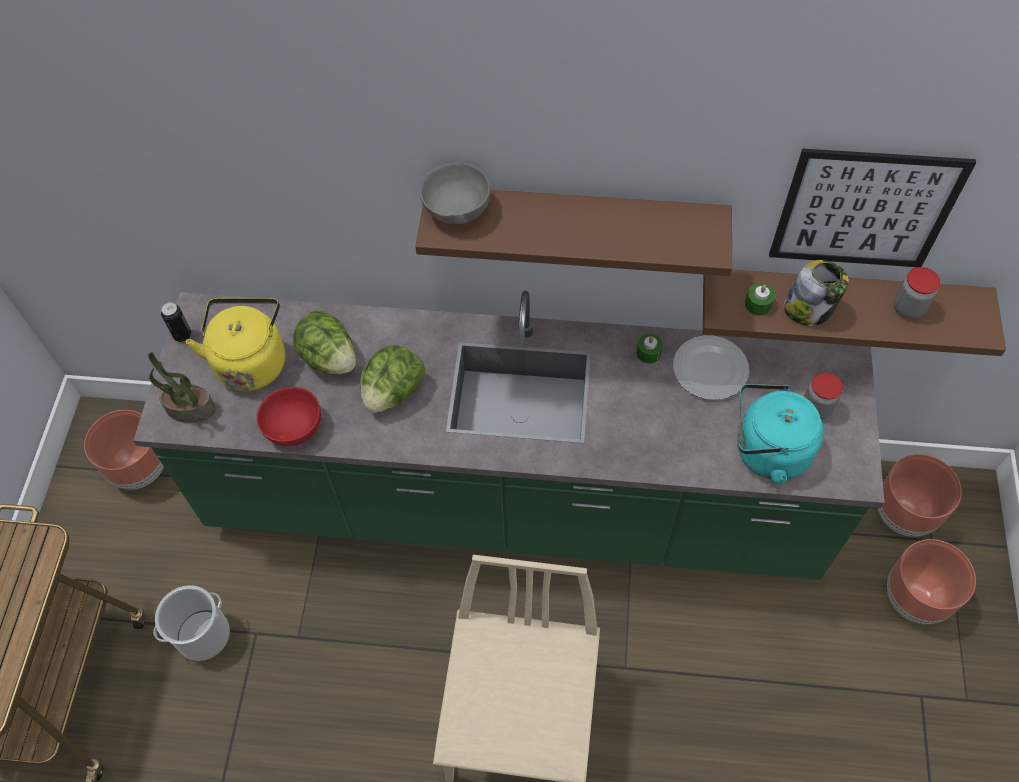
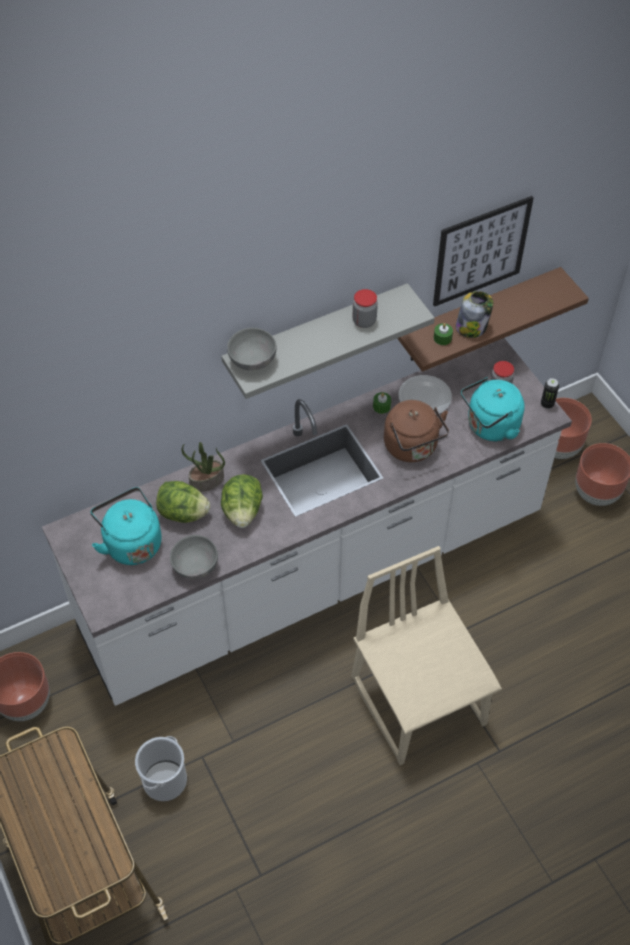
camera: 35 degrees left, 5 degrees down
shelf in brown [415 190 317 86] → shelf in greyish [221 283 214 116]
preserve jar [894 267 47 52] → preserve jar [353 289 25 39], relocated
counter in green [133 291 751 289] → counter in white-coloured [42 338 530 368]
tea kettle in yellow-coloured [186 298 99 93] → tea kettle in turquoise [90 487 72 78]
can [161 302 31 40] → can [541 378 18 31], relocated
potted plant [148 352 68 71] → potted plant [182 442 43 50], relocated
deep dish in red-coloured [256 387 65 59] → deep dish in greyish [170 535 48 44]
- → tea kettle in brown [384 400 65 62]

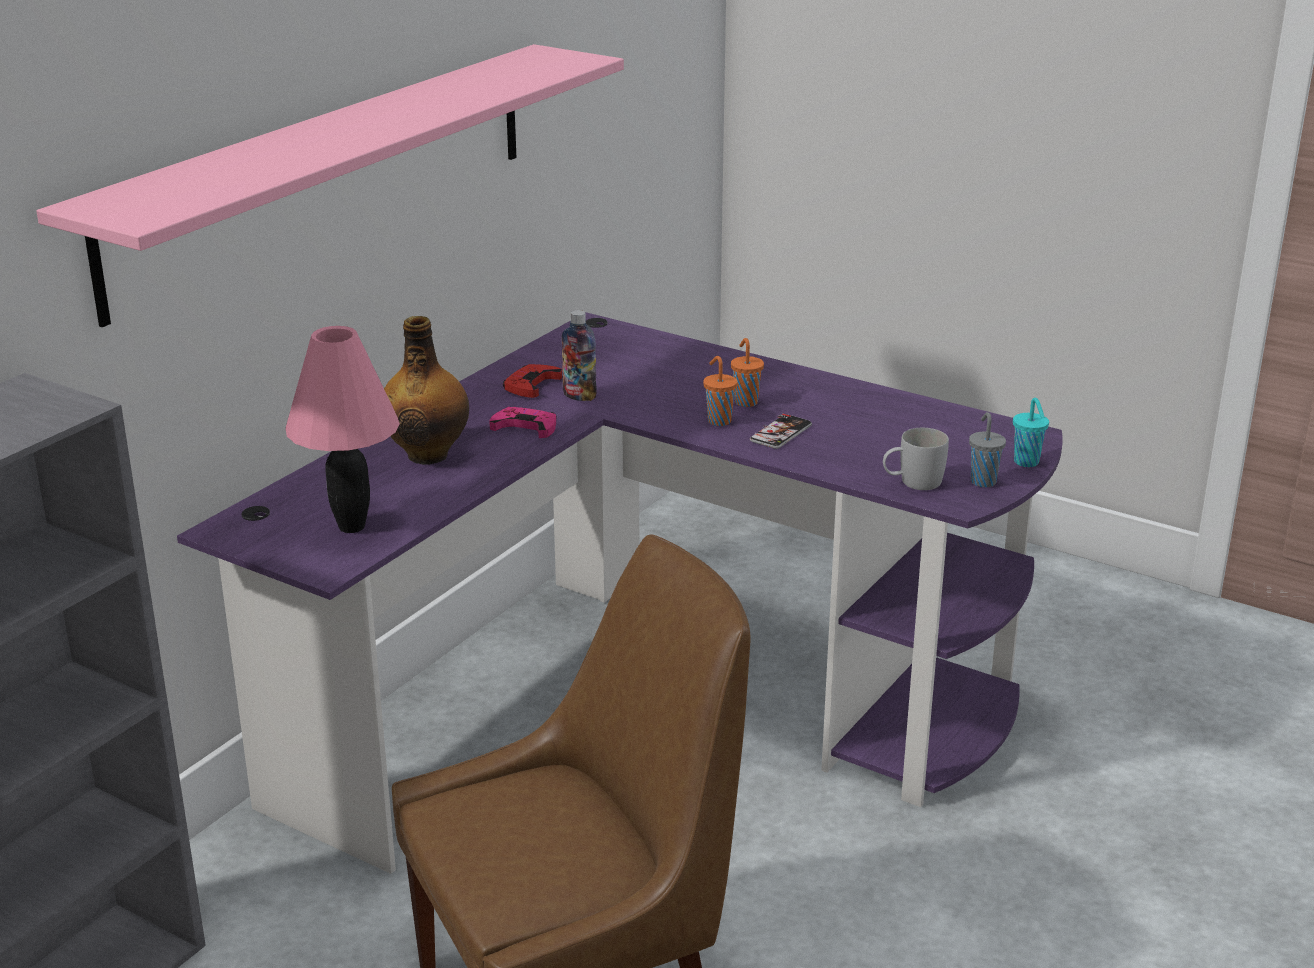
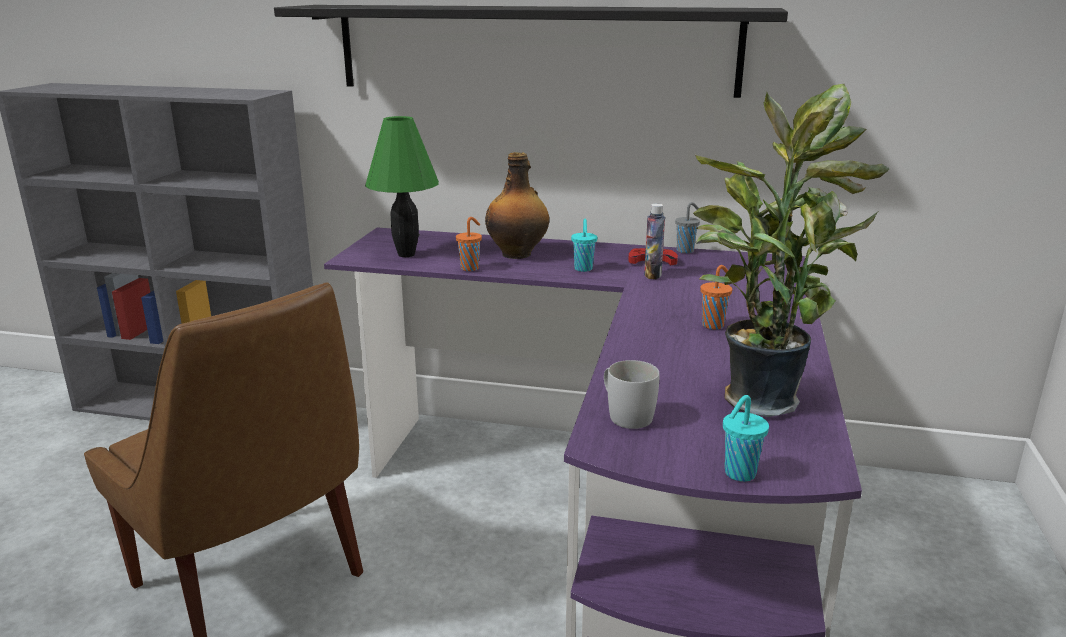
camera: 70 degrees right, 5 degrees down
shelf in pink-coloured [37 44 587 283] → shelf in blackish [274 5 514 93]
lamp for a table in pink-coloured [285 326 115 207] → lamp for a table in green [365 116 74 141]
cup in orange-coloured [703 356 34 70] → cup in orange-coloured [456 217 26 54], relocated
joypad in pink-coloured [489 407 68 31] → cup in turquoise [571 219 26 53]
cup in greyish [969 412 37 75] → cup in greyish [675 202 25 51], relocated
telephone [750 414 62 35] → -
- → potted plant [693 84 197 333]

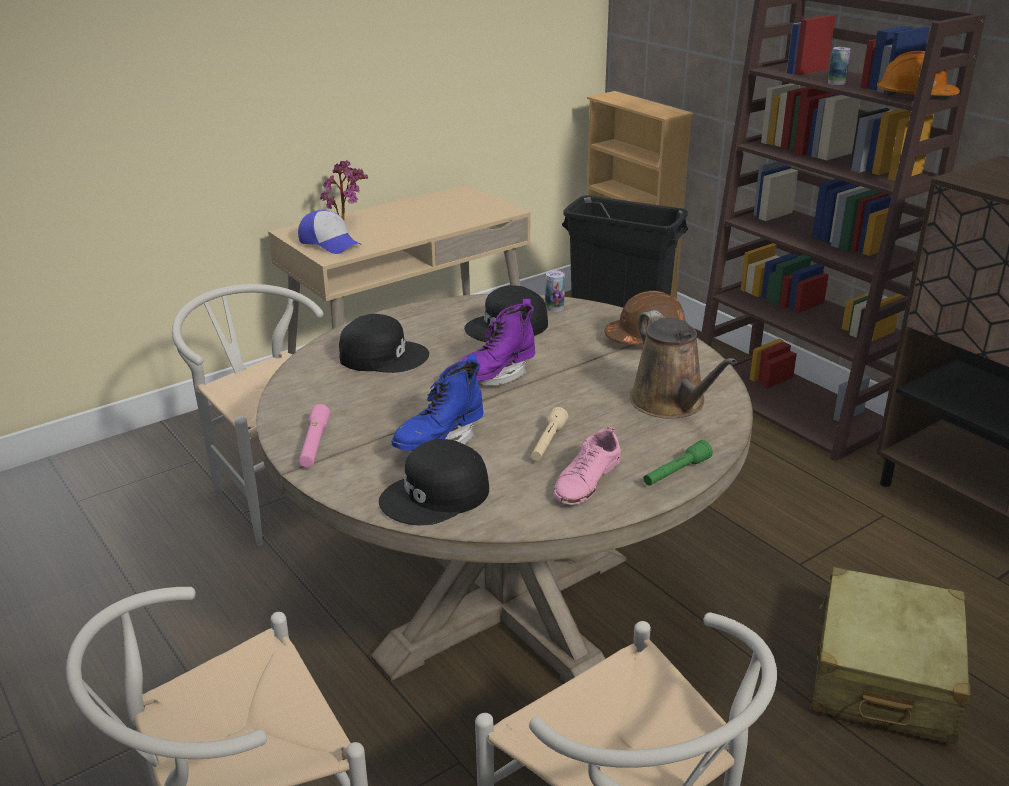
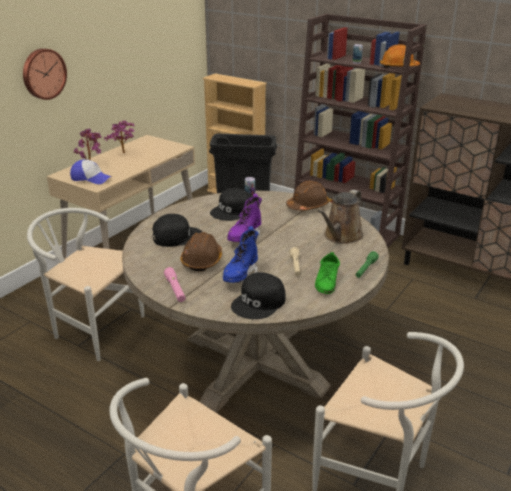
camera: 20 degrees left, 0 degrees up
sprinkling can in brown [630 310 107 109] → sprinkling can in brown [318 190 45 54], 75 degrees clockwise
item of footwear in pink-coloured [553 426 68 79] → item of footwear in green [315 252 25 42]
piece of luggage in beige-coloured [811 567 160 178] → -
- → hanging clock [23 48 44 52]
- → potted plant [104 120 30 33]
- → work helmet in brown [180 232 42 39]

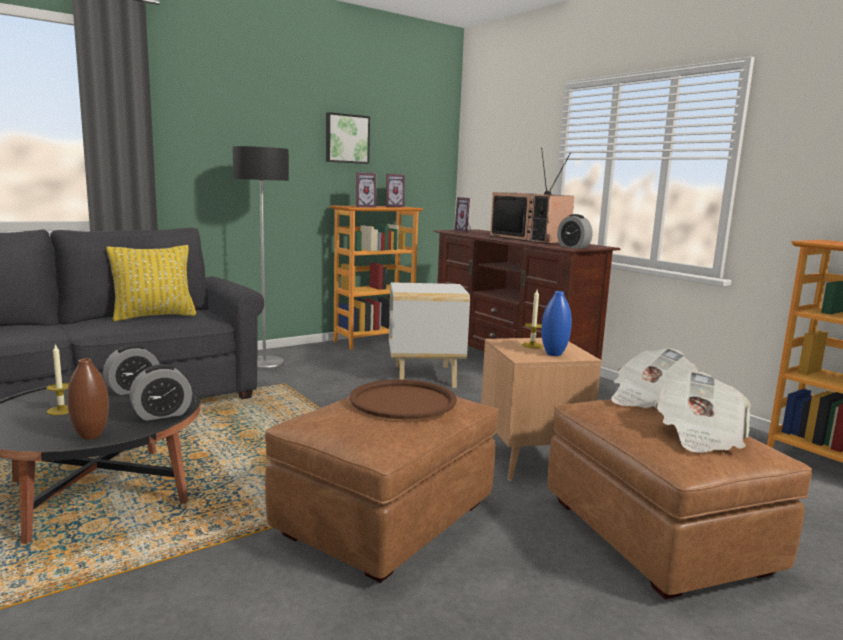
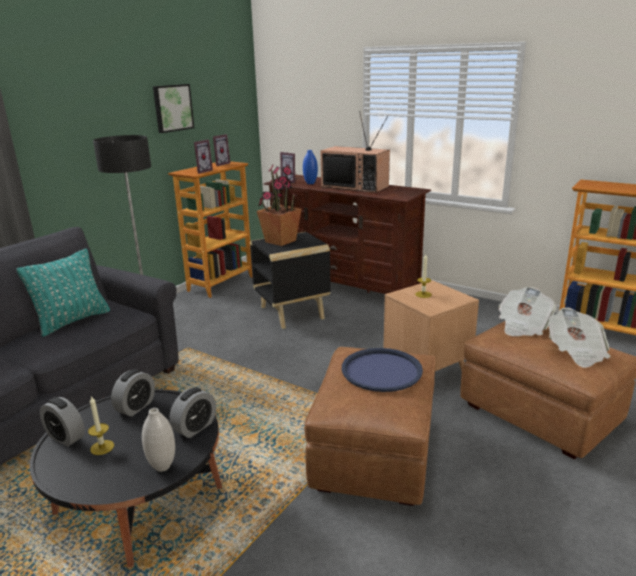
camera: 20 degrees left, 10 degrees up
alarm clock [557 214 36 35] → alarm clock [40 397 45 50], relocated
pillow in yellow-coloured [106 245 90 76] → pillow in turquoise [17 248 93 89]
side table in white-coloured [389 282 81 106] → side table in blackish [250 232 81 97]
vase in blue [541 291 31 65] → vase in blue [303 150 15 34], relocated
vase in brown [67 358 42 82] → vase in white-coloured [142 408 33 64]
tray in brown [350 379 107 40] → tray in blue [342 348 81 44]
- → potted plant [257 164 45 82]

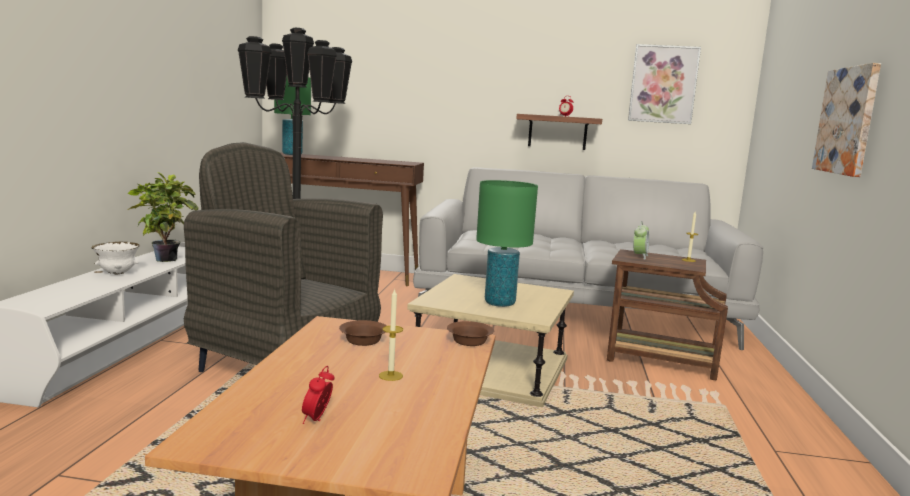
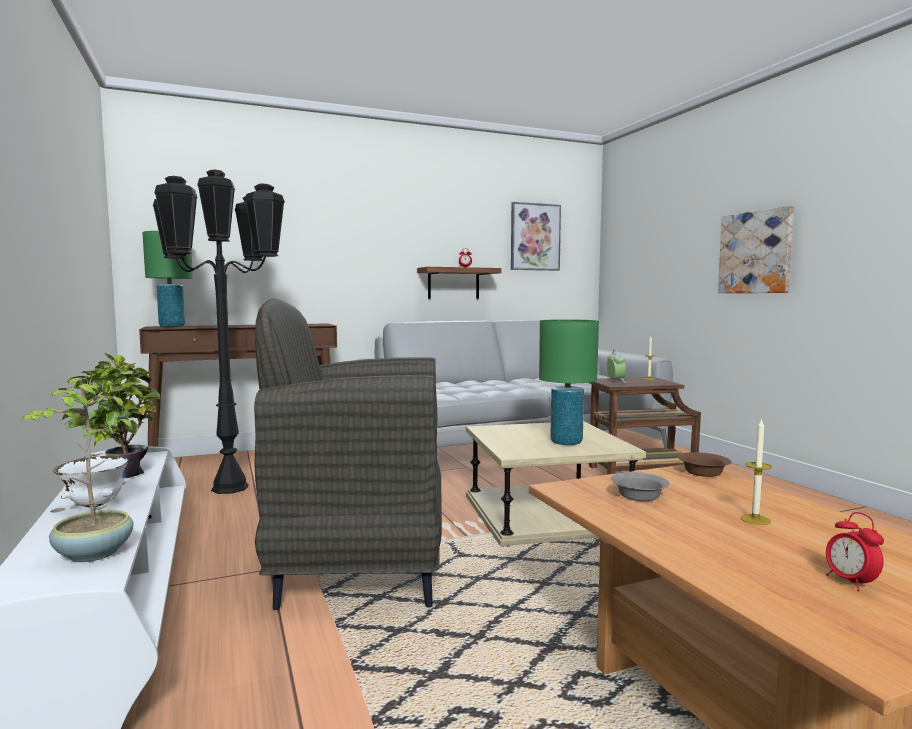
camera: 30 degrees left, 5 degrees down
deep dish in brown [339 320 48 26] → deep dish in greyish [611 472 59 29]
- → potted plant [20 376 114 186]

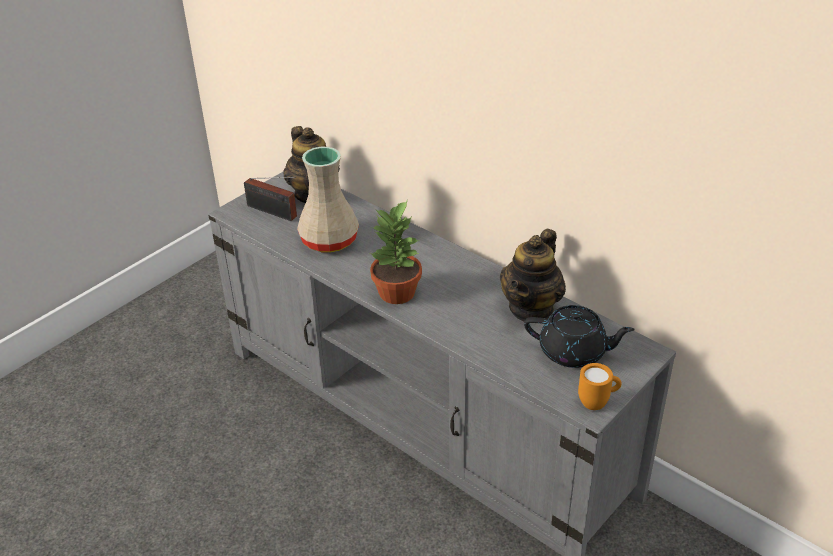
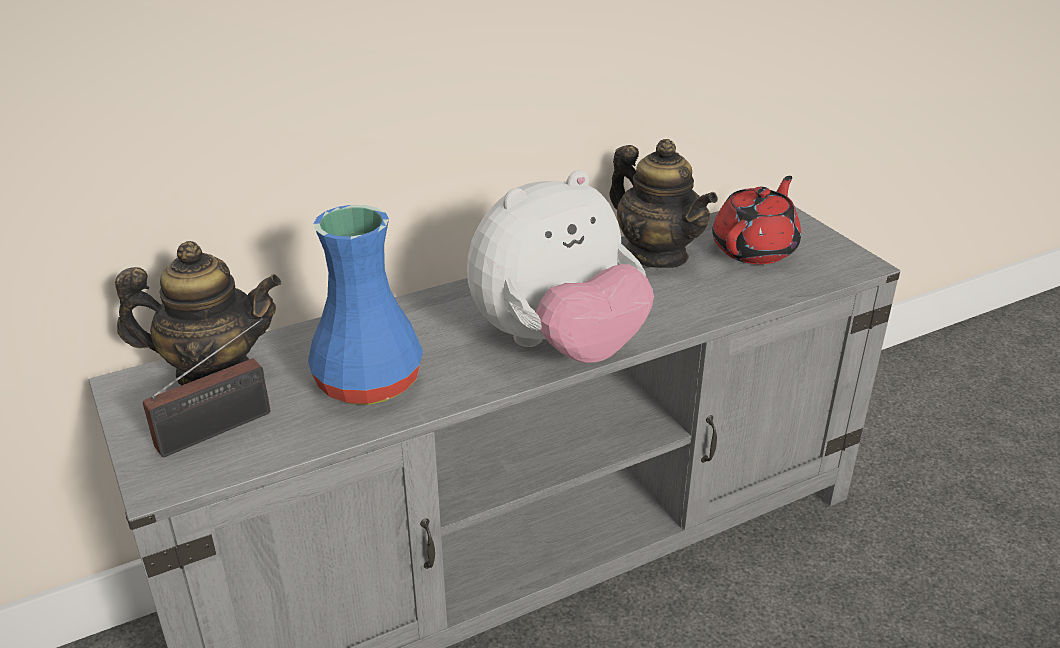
camera: 70 degrees left, 5 degrees down
vase in beige-coloured [297 147 62 106] → vase in blue [308 205 115 200]
potted plant [370 200 52 104] → soft toy [467 170 187 193]
teapot in blackish [524 305 111 63] → teapot in red-coloured [712 176 89 88]
coffee mug in orange-coloured [578 363 44 47] → -

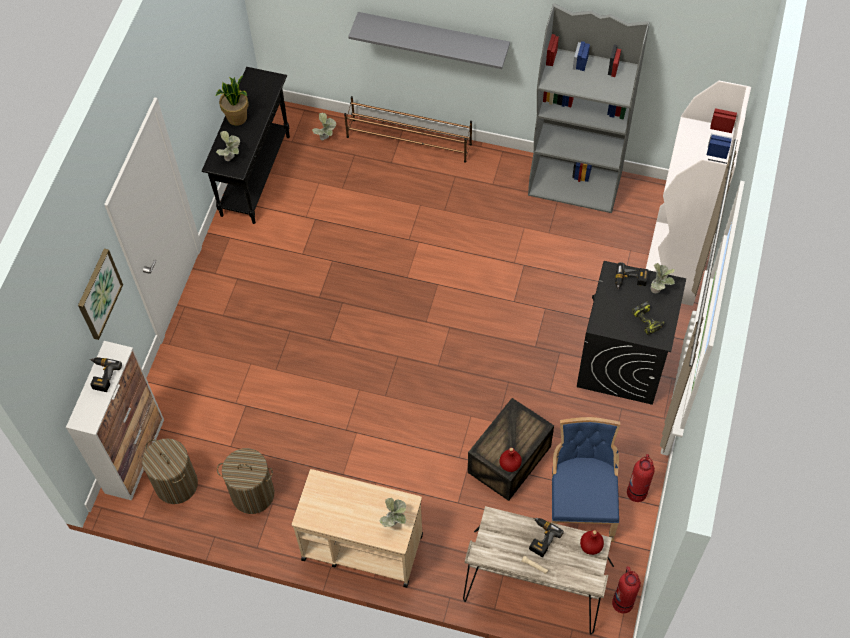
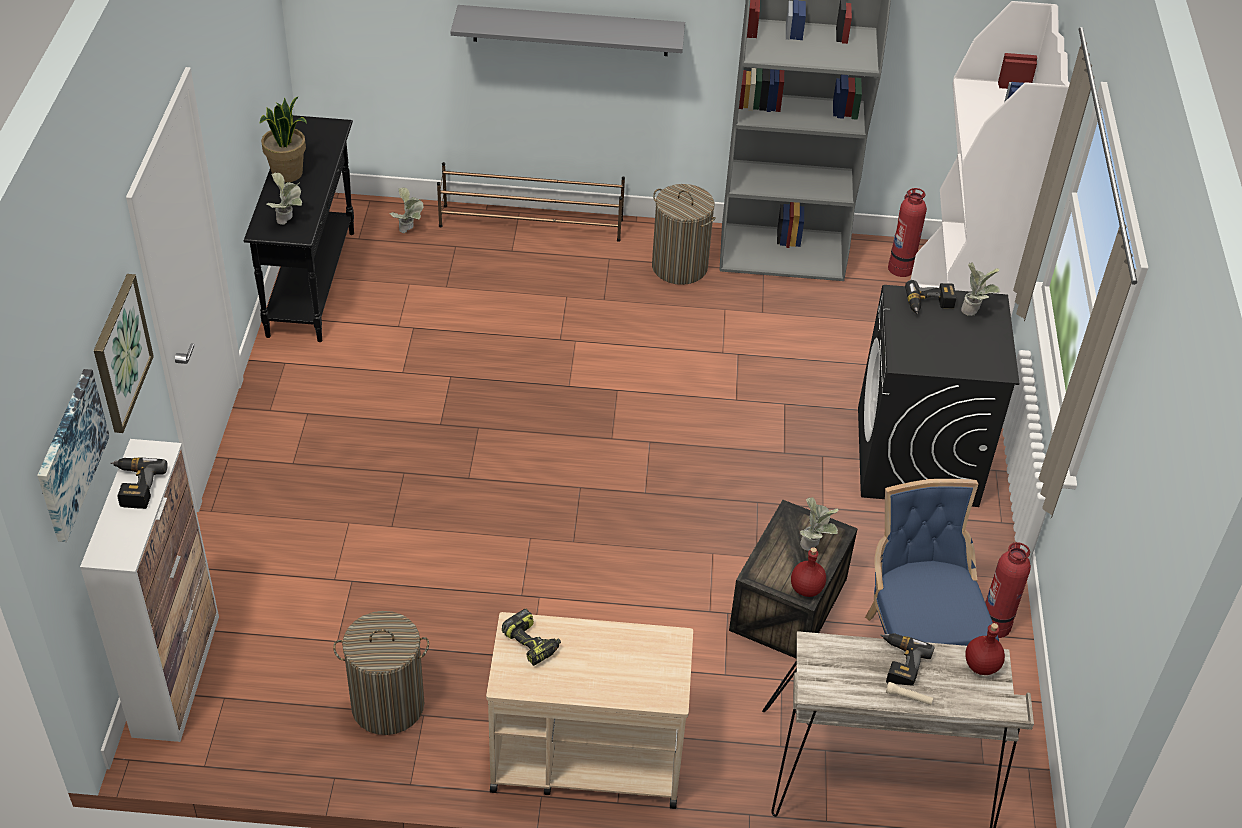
camera: 15 degrees left, 15 degrees down
electric drill [632 301 33 34] → electric drill [502 609 59 57], relocated
hamper [142 438 56 66] → hamper [652 184 64 101], relocated
potted plant [380 498 26 29] → potted plant [800 497 38 54], relocated
fire extinguisher [612 566 29 48] → fire extinguisher [888 188 39 89], relocated
- → wall art [37 369 73 173]

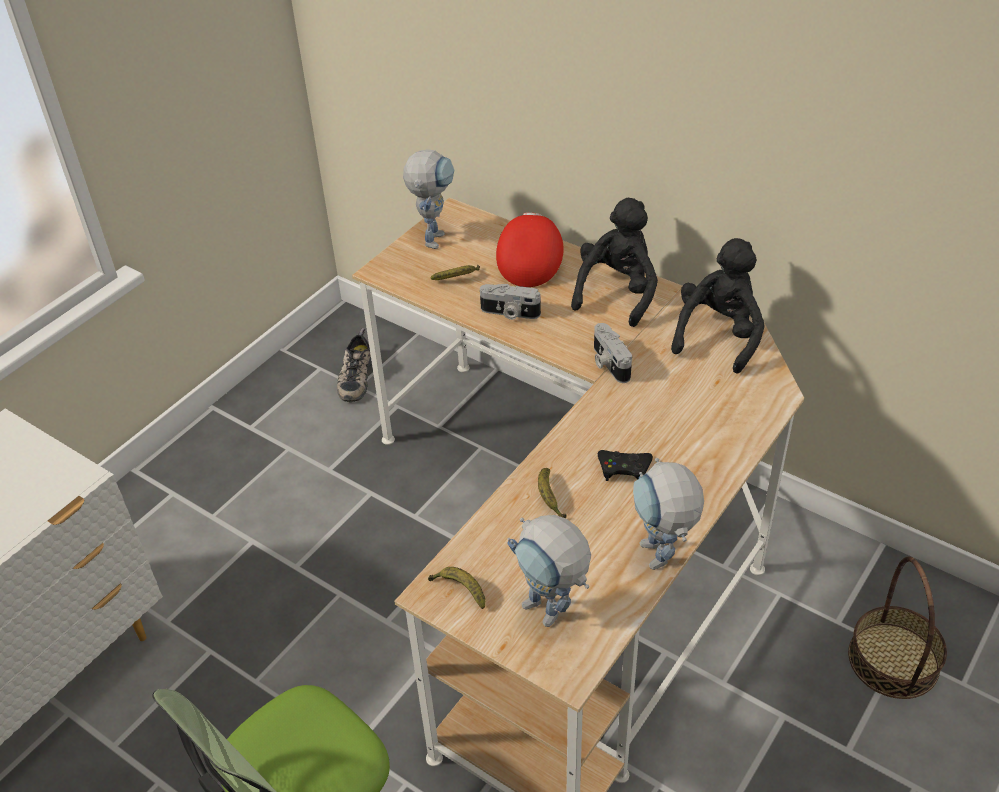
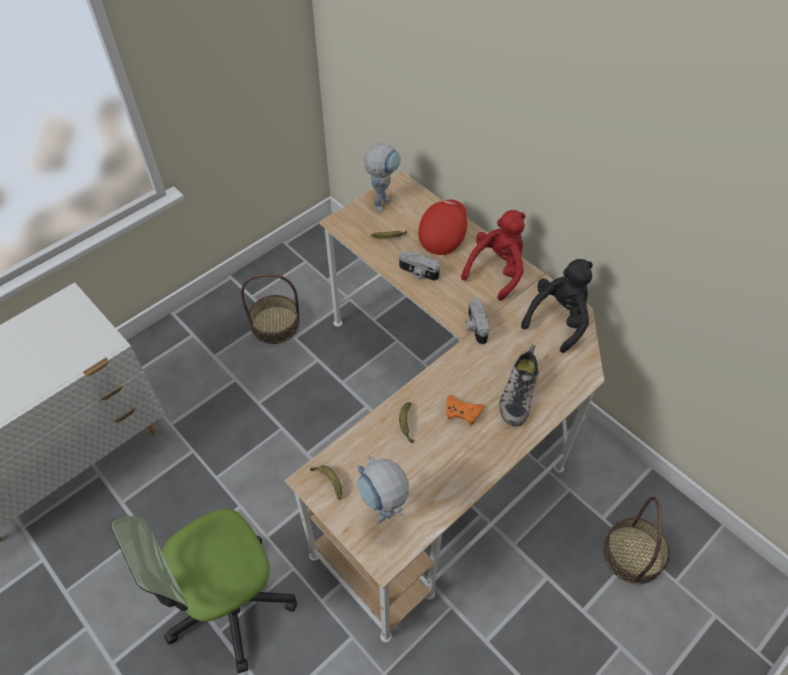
camera: 10 degrees right, 10 degrees up
soft toy in blackish [571 198 87 129] → soft toy in red-coloured [461 210 64 91]
item of footwear [337 328 35 75] → item of footwear [499 344 40 82], relocated
joypad in blackish [598 450 55 31] → joypad in orange-coloured [446 395 39 31]
model robot [633 458 71 112] → -
- → basket [241 274 59 70]

